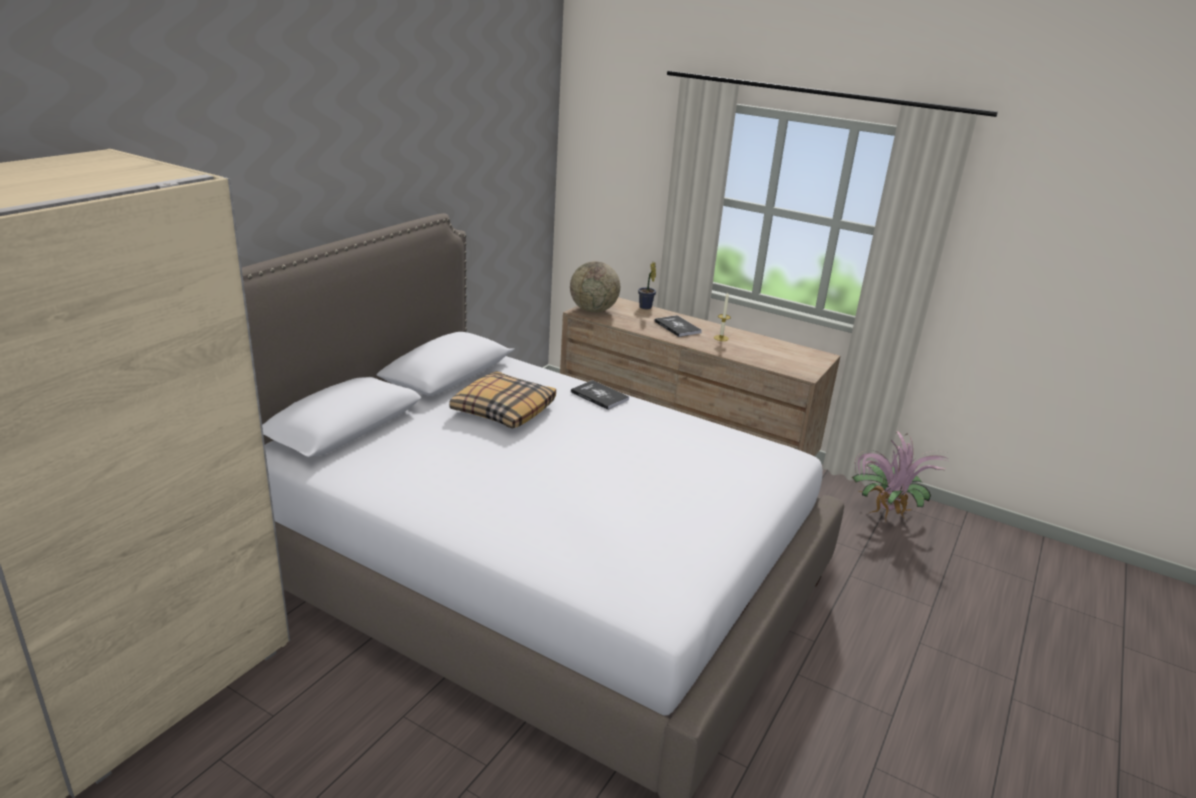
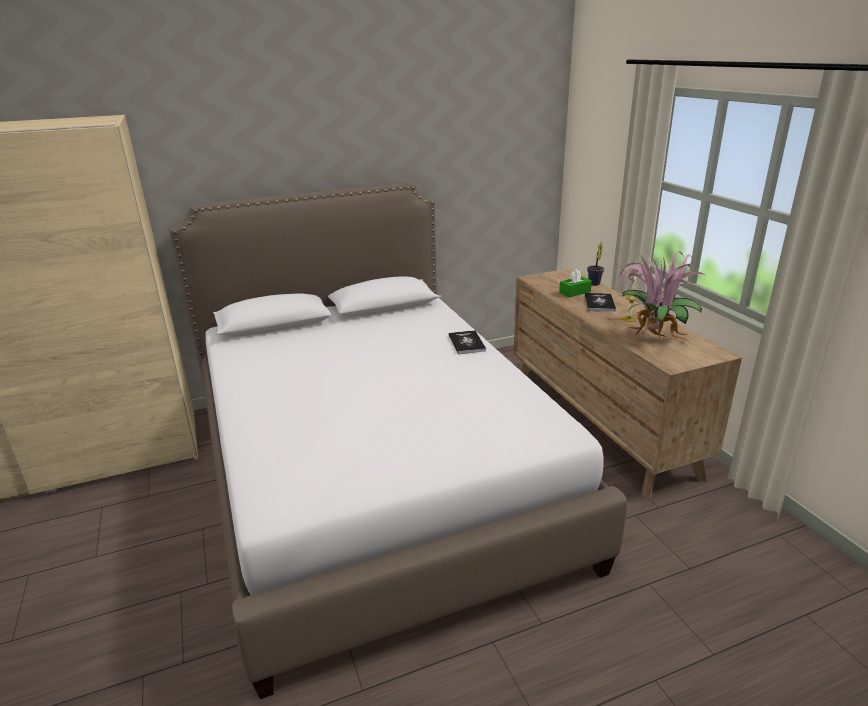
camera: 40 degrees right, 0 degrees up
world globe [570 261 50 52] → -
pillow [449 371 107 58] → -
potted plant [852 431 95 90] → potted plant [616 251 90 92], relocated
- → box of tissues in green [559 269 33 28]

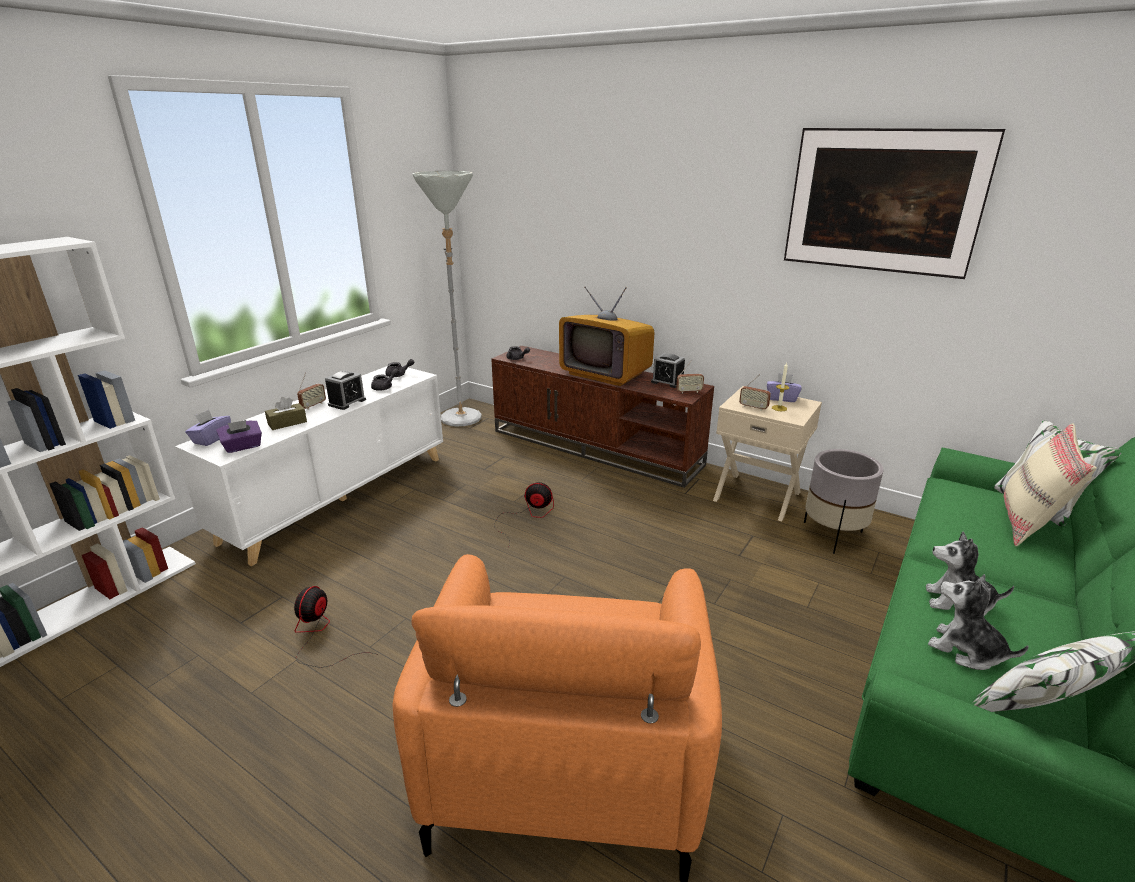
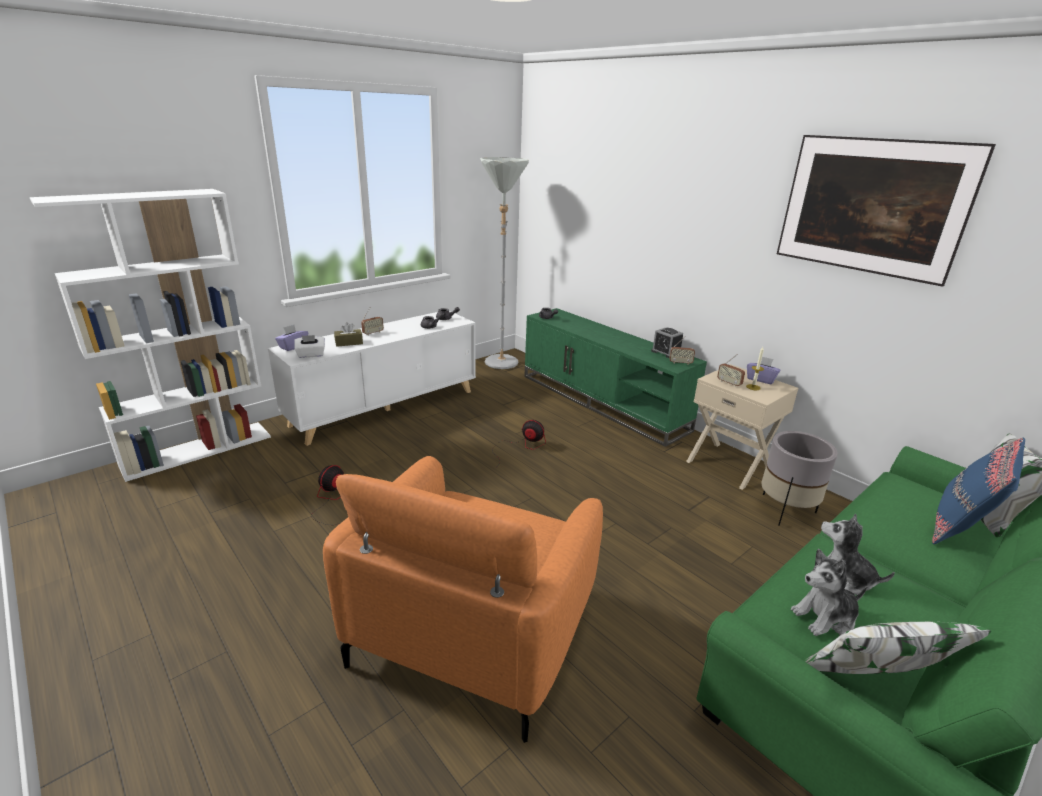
camera: 15 degrees right, 0 degrees up
TV set [559 286 96 100] → -
media console in brown [491 346 223 142] → media console in green [524 308 183 139]
alarm clock [325 370 41 40] → -
box of tissues in purple [216 420 46 33] → box of tissues in white-coloured [294 335 31 23]
pillow in beige-coloured [1003 423 94 123] → pillow in blue [932 438 93 106]
soft toy [928 574 101 96] → soft toy [791 549 76 87], 75 degrees counterclockwise

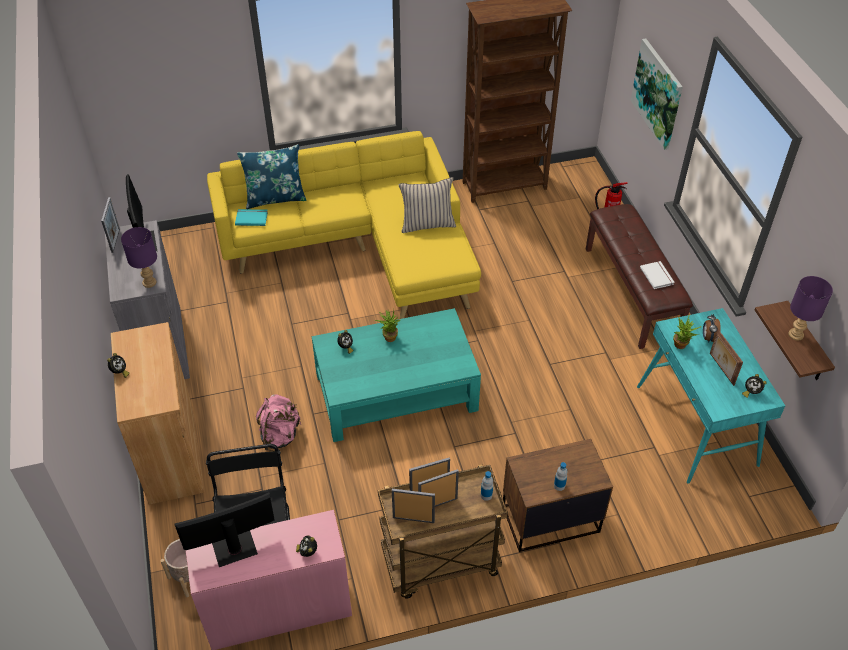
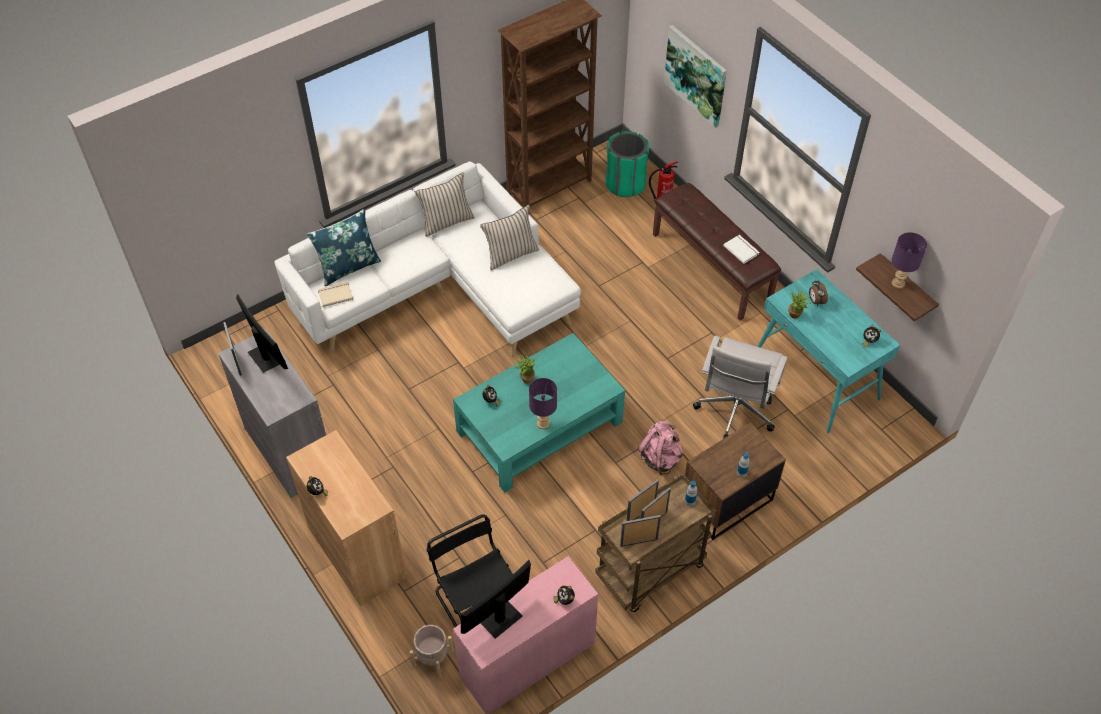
camera: 20 degrees left, 5 degrees up
settee in yellow-coloured [207 131 274 188] → settee in white-coloured [274 161 307 196]
bound book in turquoise [235 209 33 17] → bound book in beige-coloured [318 282 35 25]
lamp for a table in purple [121 227 36 61] → lamp for a table in purple [529 378 28 51], relocated
standing frame [710 329 33 57] → -
knapsack in pink-coloured [256 394 46 58] → knapsack in pink-coloured [638 421 45 54], relocated
- → trash can in green [605 131 44 66]
- → pillow in beige-coloured [415 172 60 65]
- → desk chair in white-coloured [693 336 95 103]

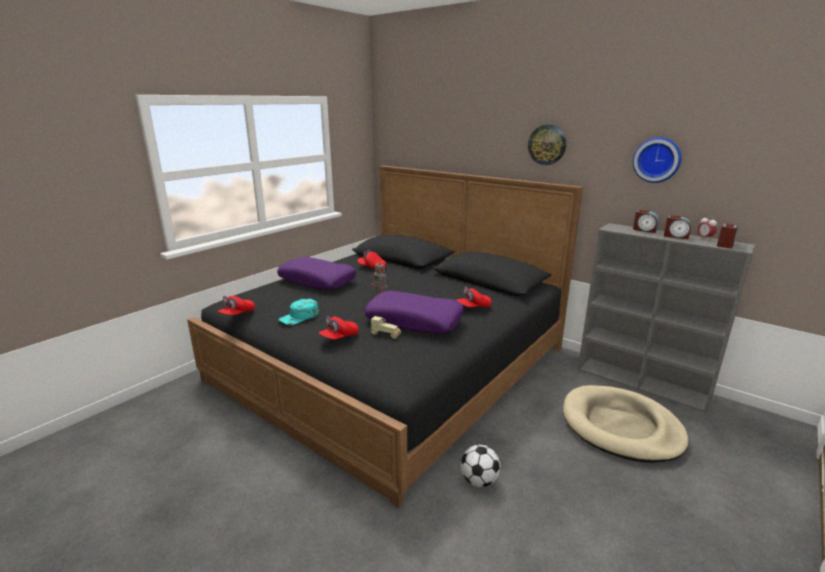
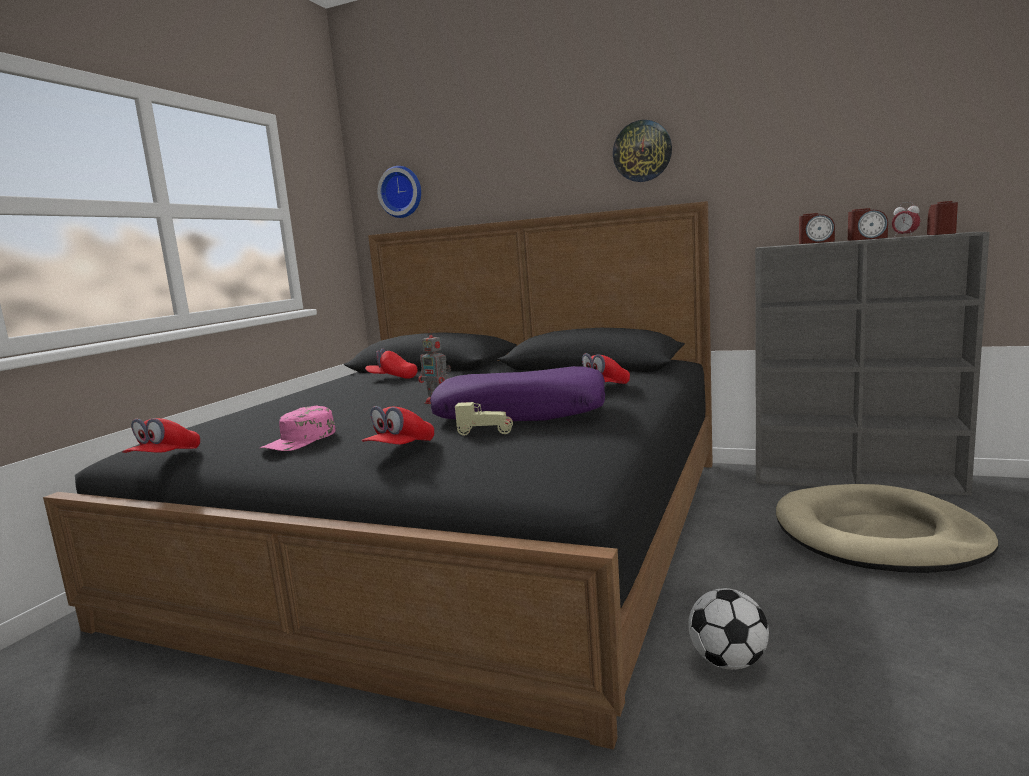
camera: 15 degrees left, 10 degrees down
hanging clock [633 137 49 46] → hanging clock [377 166 44 52], relocated
pillow in purple [277 257 79 32] → -
cap in turquoise [279 299 40 26] → cap in pink-coloured [260 406 75 45]

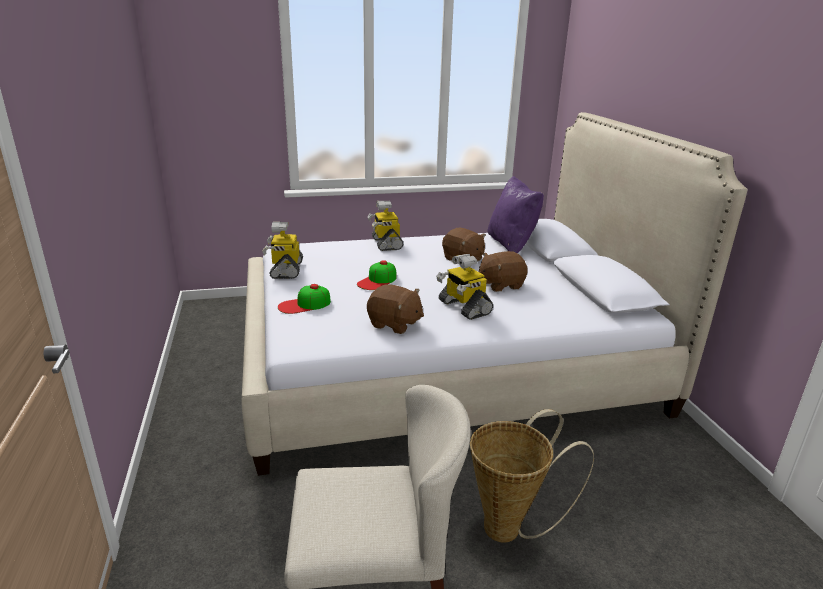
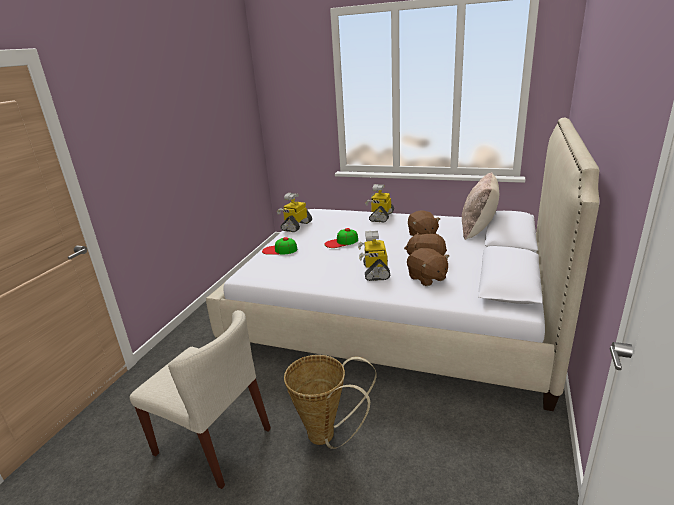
camera: 35 degrees right, 0 degrees up
pillow in purple [488 176 56 77] → pillow in beige-coloured [462 172 37 68]
soft toy in brown [367 284 57 50] → soft toy in brown [407 248 42 38], relocated

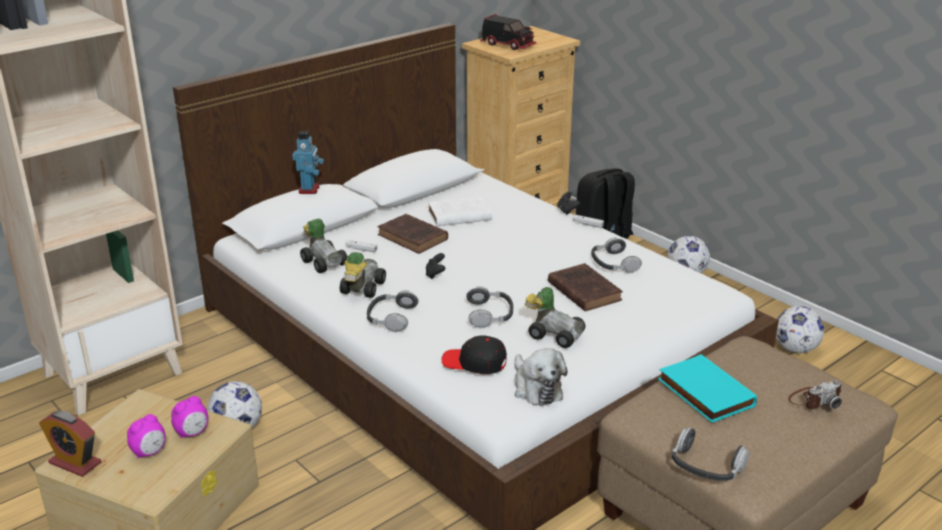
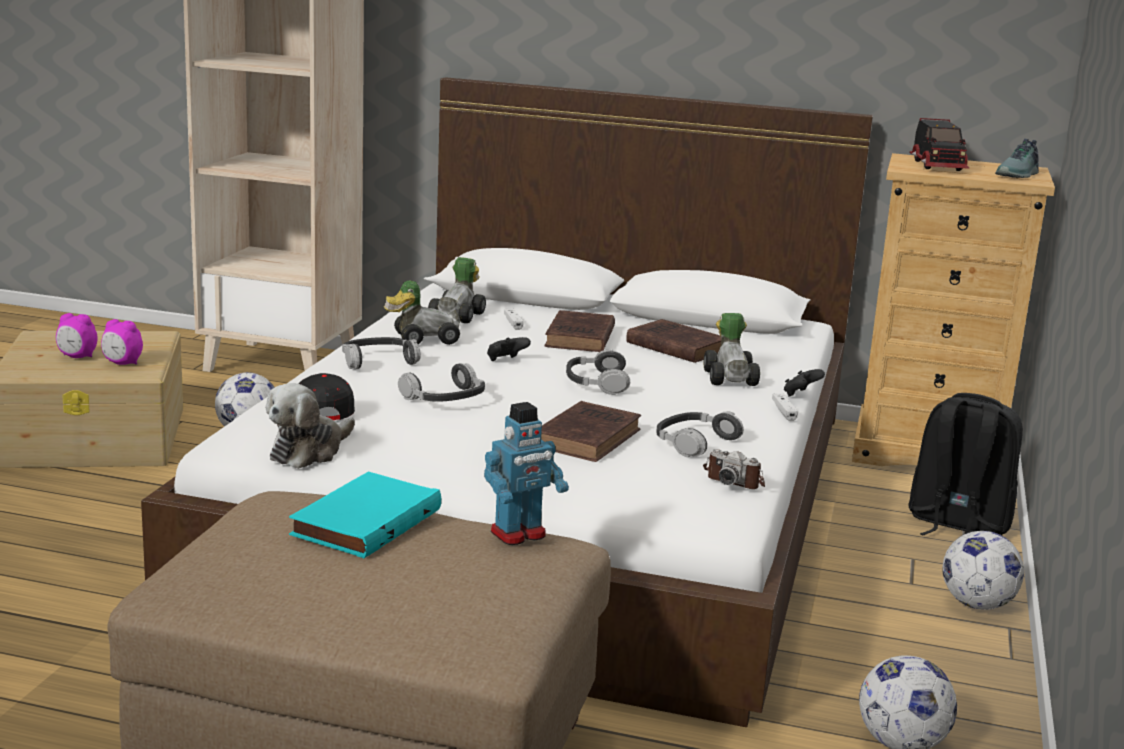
camera: 55 degrees right, 10 degrees down
model robot [292 131 32 63] → model robot [484 402 85 143], relocated
bound book in white-coloured [428 196 64 30] → bound book in brown [626 319 96 44]
miniature car [524 287 61 61] → miniature car [704 313 56 73], relocated
still camera [788 380 54 30] → still camera [703 449 62 40], relocated
alarm clock [39 411 62 66] → -
pair of headphones [672 428 78 53] → pair of headphones [566 349 65 46], relocated
- → item of footwear [995 139 44 39]

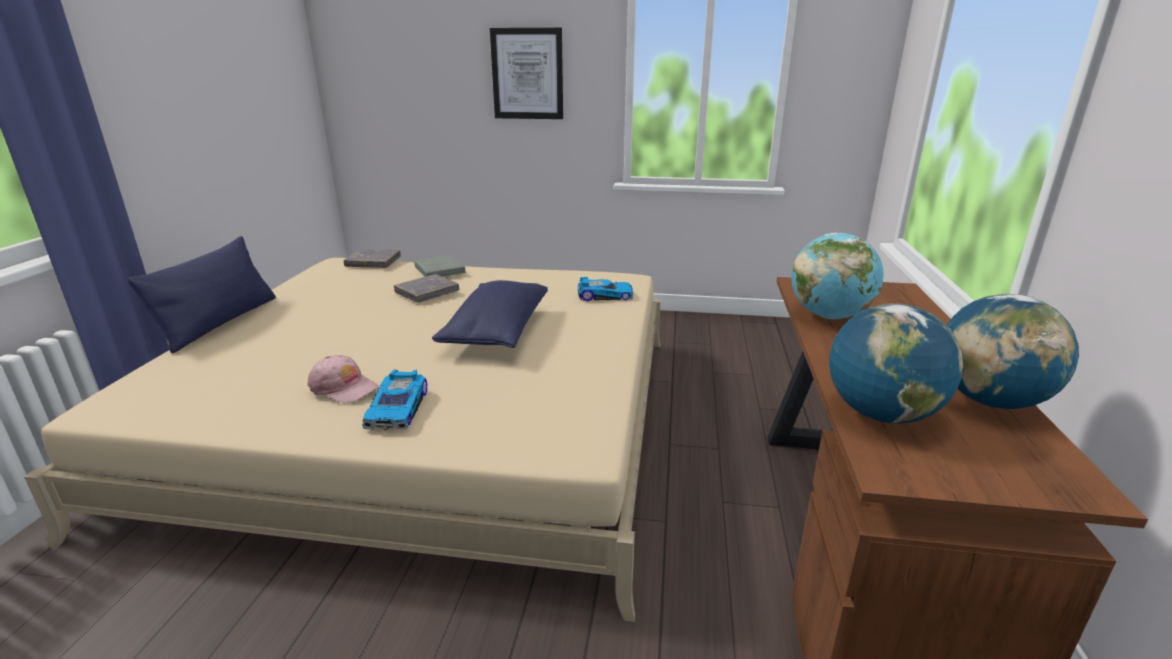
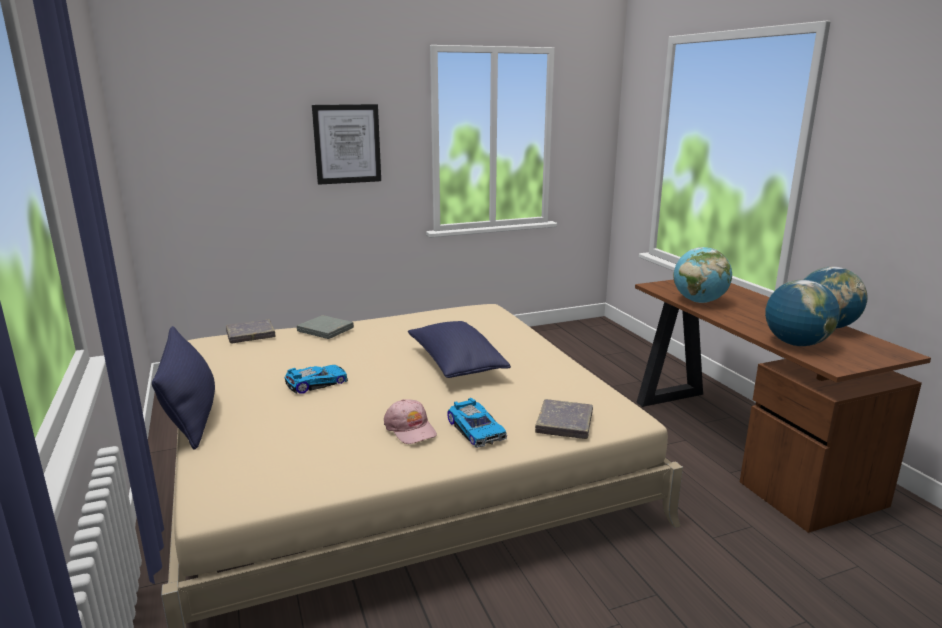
camera: 30 degrees left, 5 degrees down
bound book in greyish [394 274 66 29] → bound book in greyish [535 399 58 40], relocated
miniature car [578 277 55 24] → miniature car [285 365 63 29], relocated
cap in pink-coloured [308 355 71 48] → cap in pink-coloured [384 399 53 45], 60 degrees clockwise

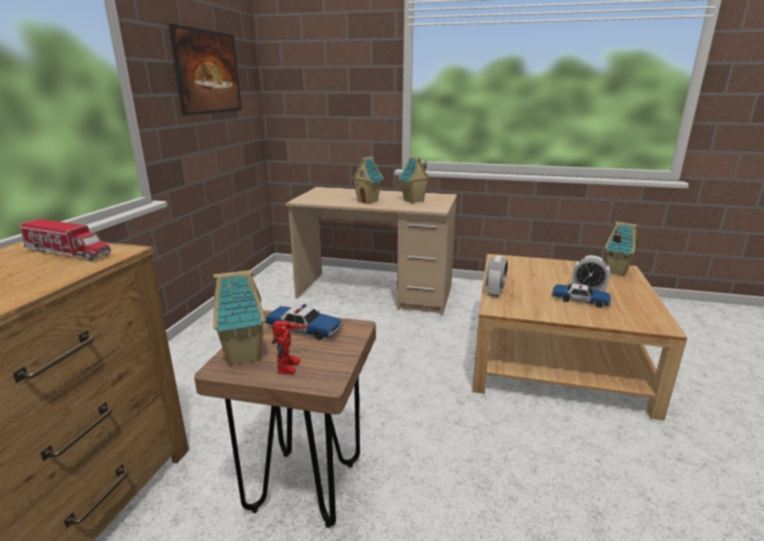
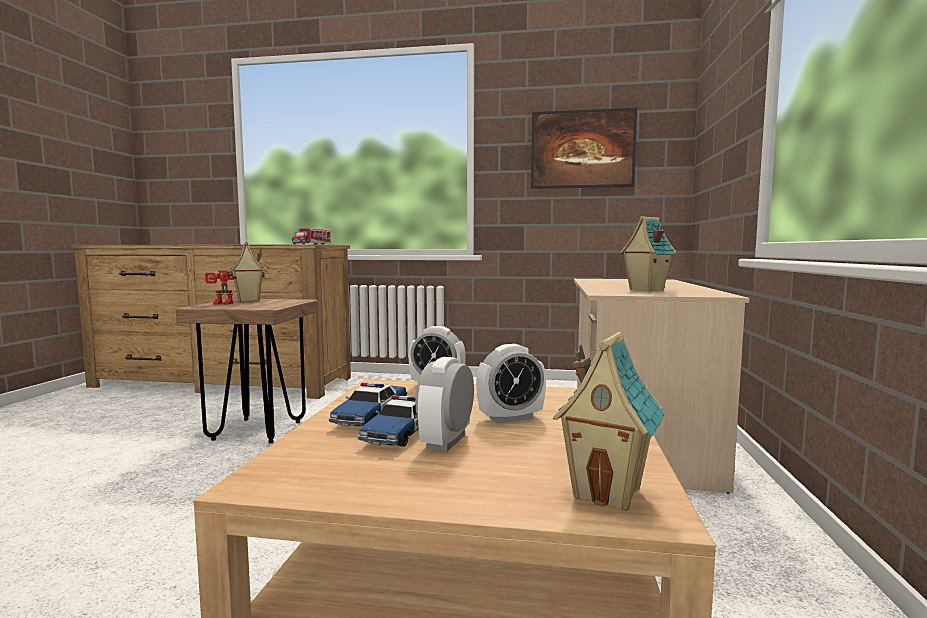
camera: 85 degrees right, 15 degrees down
miniature house [351 156 33 48] → -
miniature car [265 304 78 36] → miniature car [329 382 78 45], relocated
- → alarm clock [476 344 70 80]

